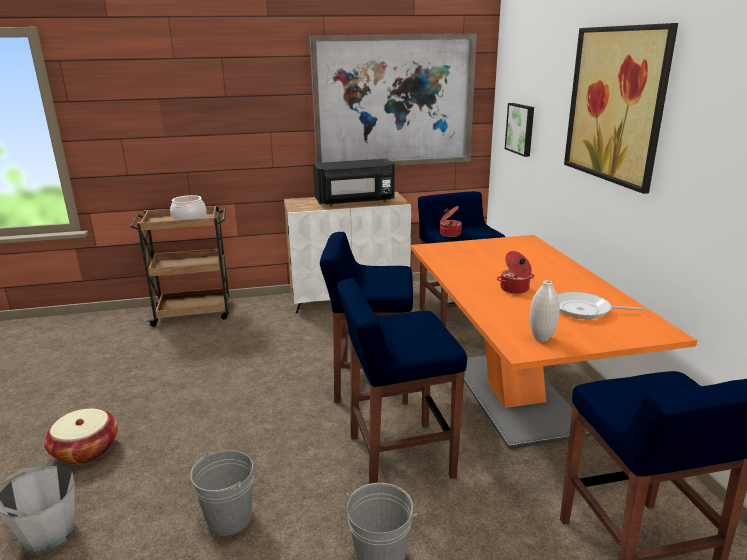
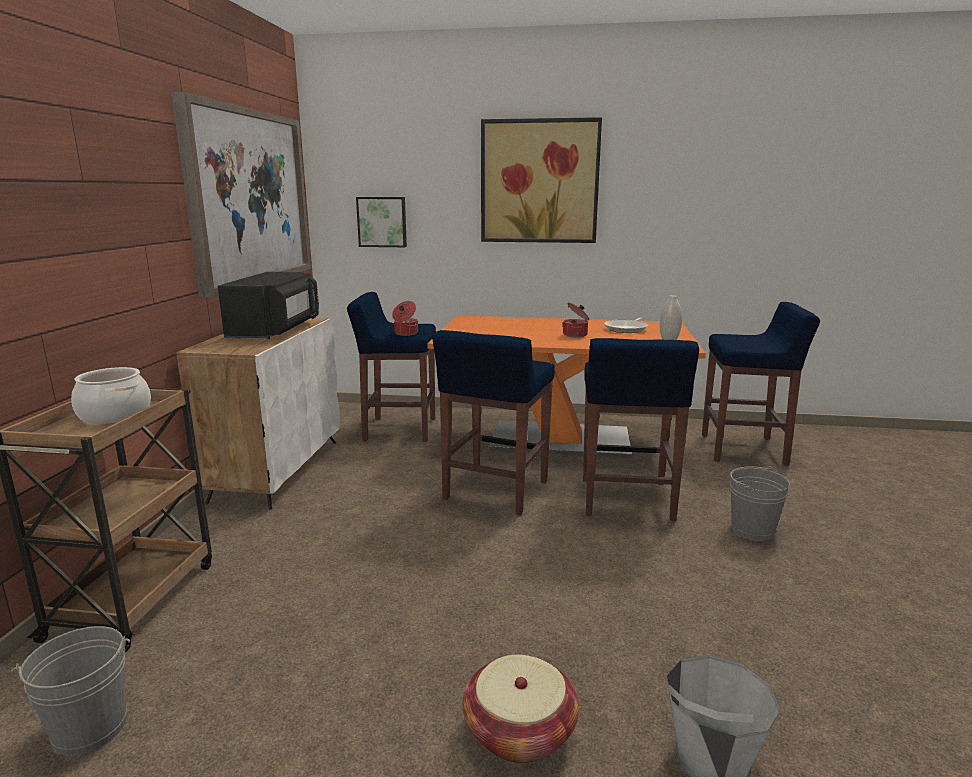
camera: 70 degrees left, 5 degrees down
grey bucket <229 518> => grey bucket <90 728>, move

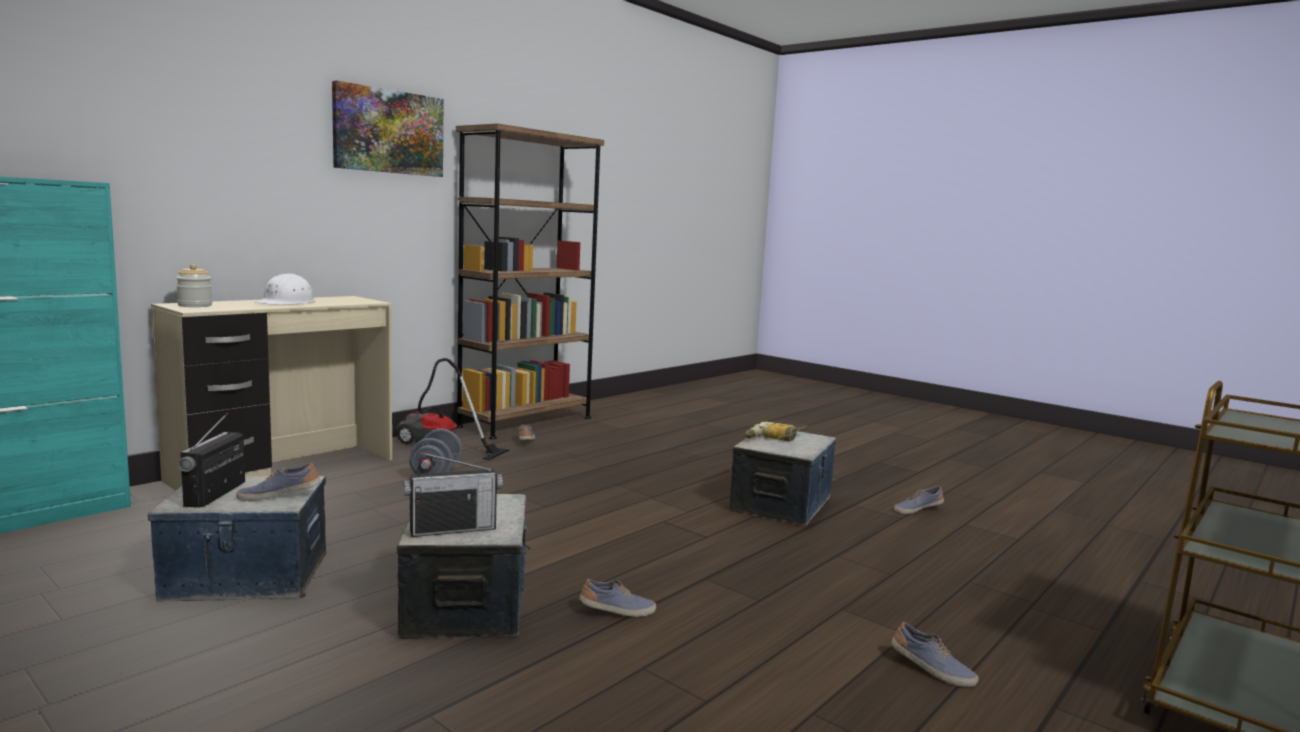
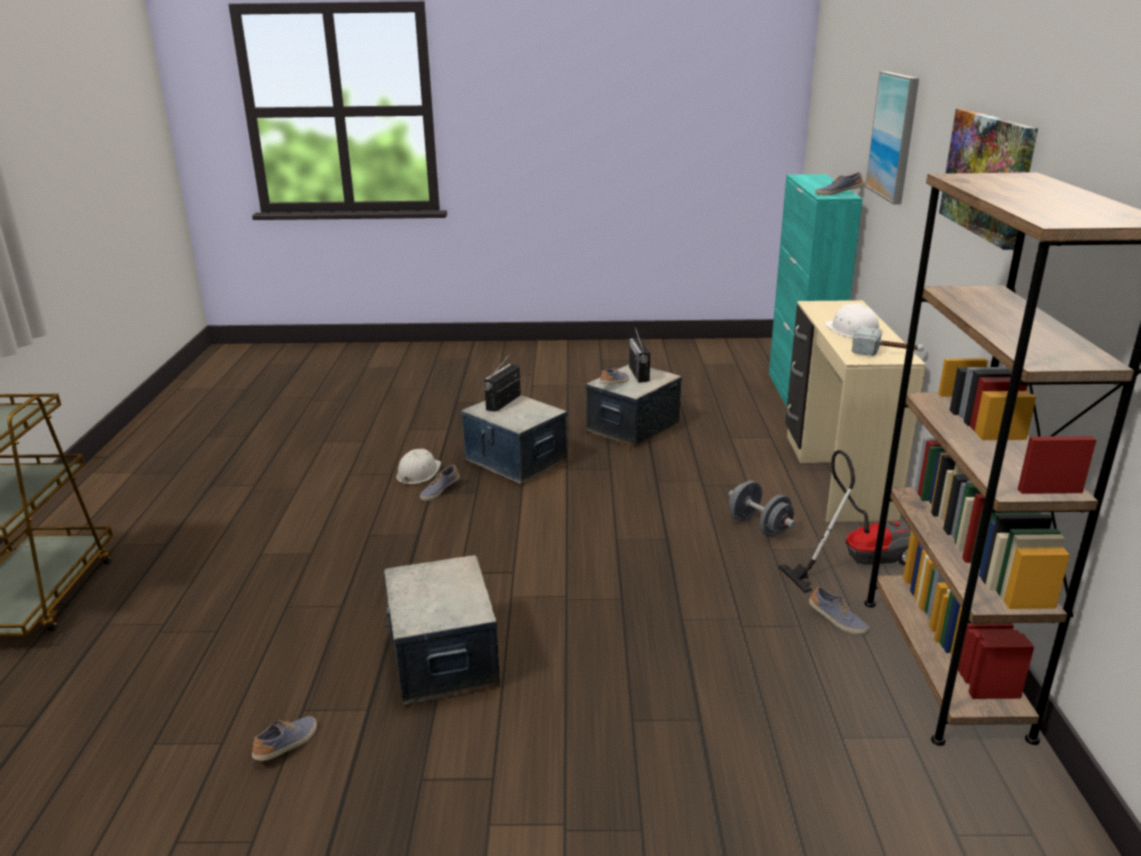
camera: 140 degrees right, 15 degrees up
jar <195 305> => nothing
radio <215 494> => radio <638 374>, 150 degrees counterclockwise
power drill <775 439> => nothing
shoe <932 670> => shoe <838 193>, move
nothing => white hard hat <418 473>
nothing => hammer <886 353>
nothing => picture <894 136>

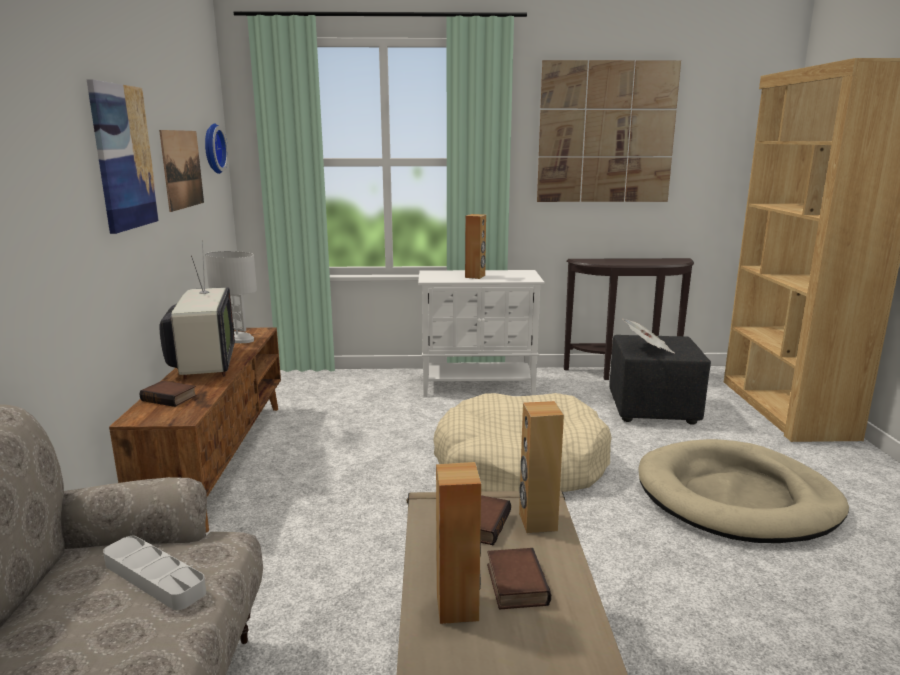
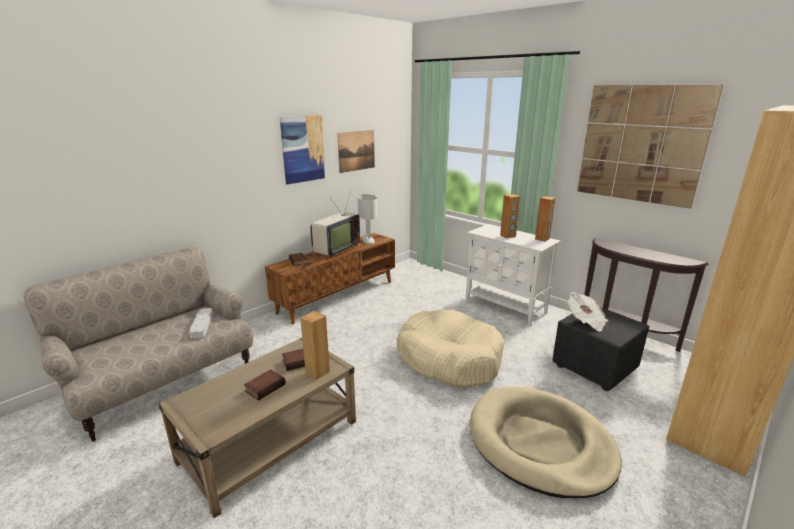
camera: 45 degrees right, 5 degrees up
wall clock <212 148> => nothing
brown speaker <458 607> => brown speaker <542 239>, move

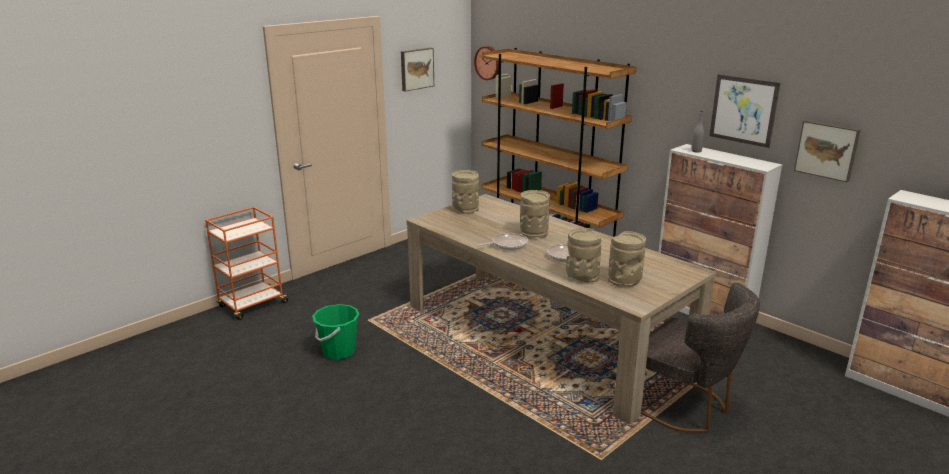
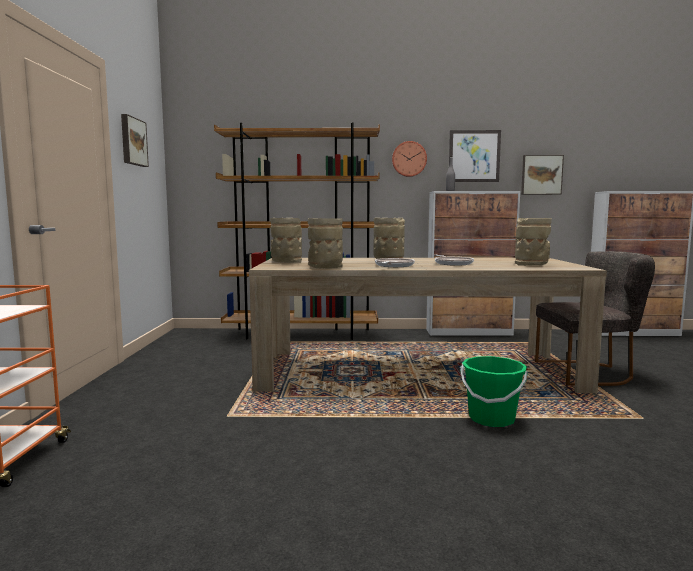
camera: 45 degrees left, 15 degrees down
green bucket <338 351> => green bucket <491 419>, move
wall clock <488 63> => wall clock <409 159>, move
beige vase <581 277> => beige vase <324 267>, move

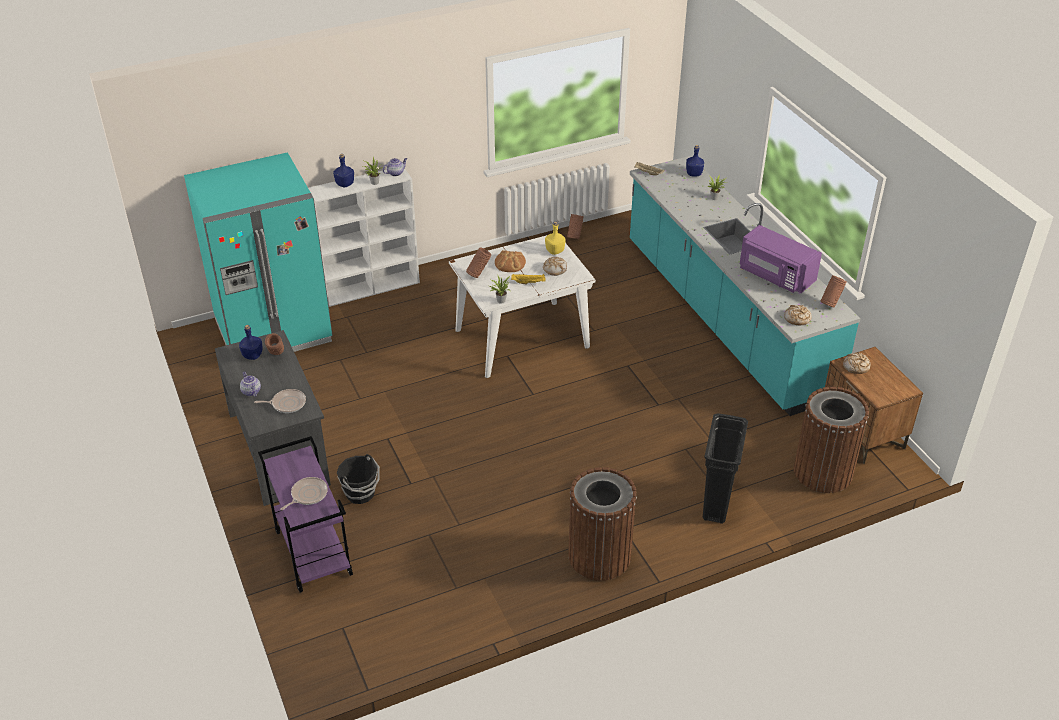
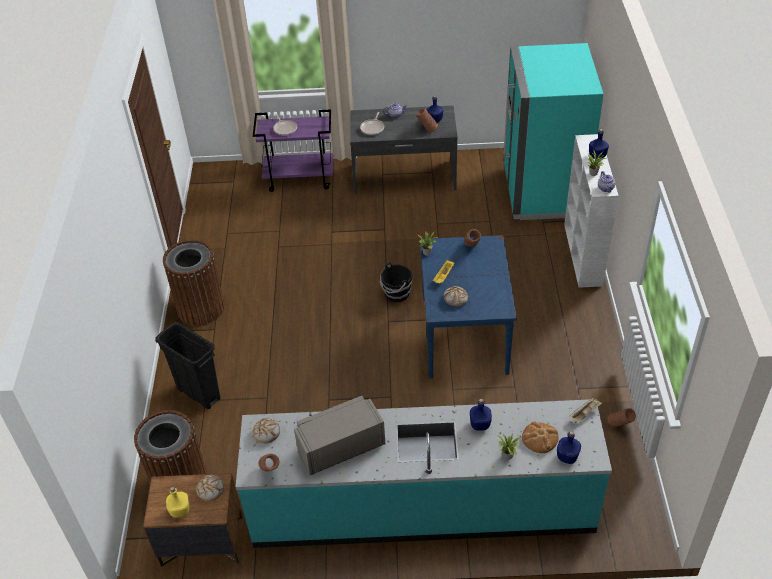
camera: 115 degrees right, 5 degrees up
black bucket <361 493> => black bucket <396 294>, move
white dining table <521 339> => blue dining table <464 334>
bread <510 263> => bread <540 438>, move
yellow bottle <554 251> => yellow bottle <180 510>, move
purple microwave <775 275> => grey microwave <340 446>
nothing => blue bottle <480 424>

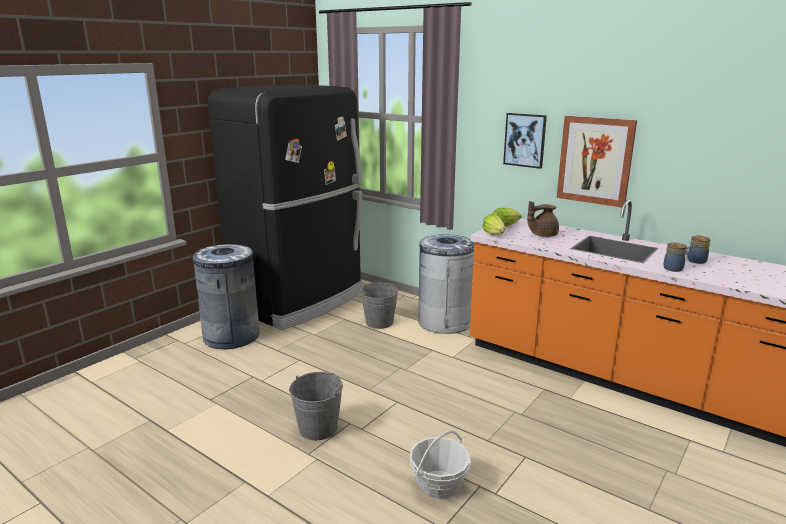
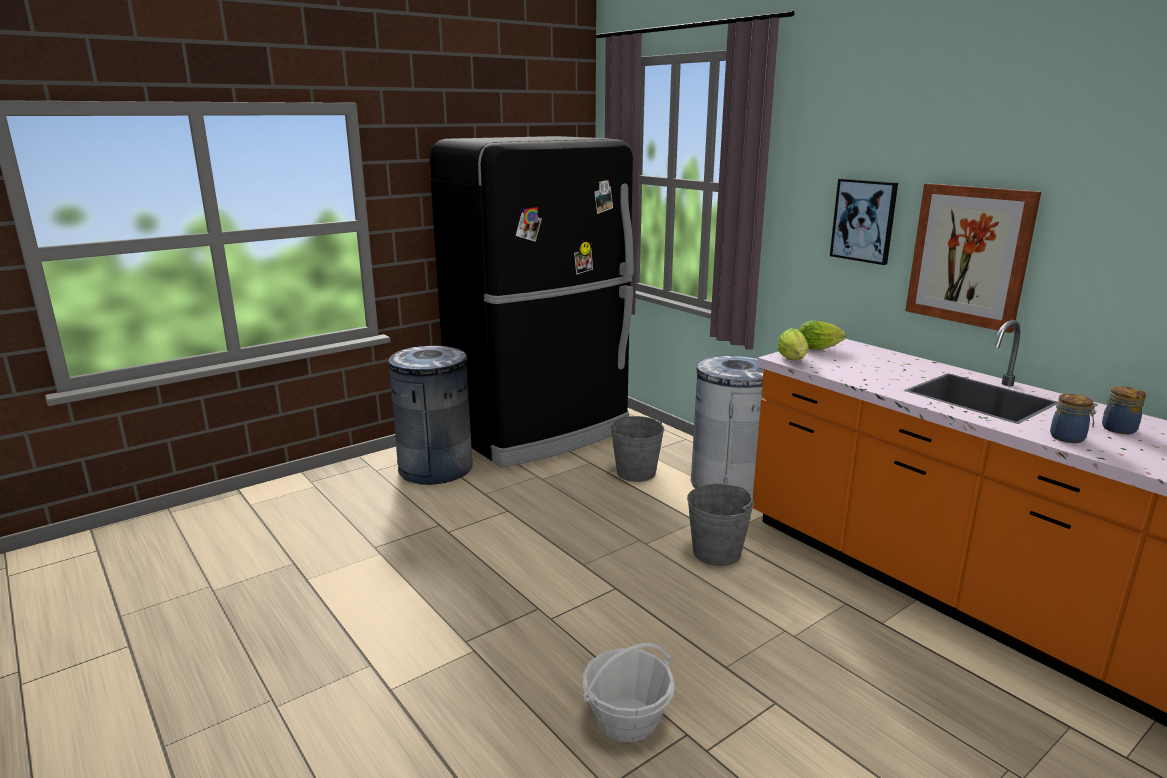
camera: 15 degrees right, 0 degrees up
grey bucket <318 428> => grey bucket <716 552>, move
brown teapot <542 235> => nothing

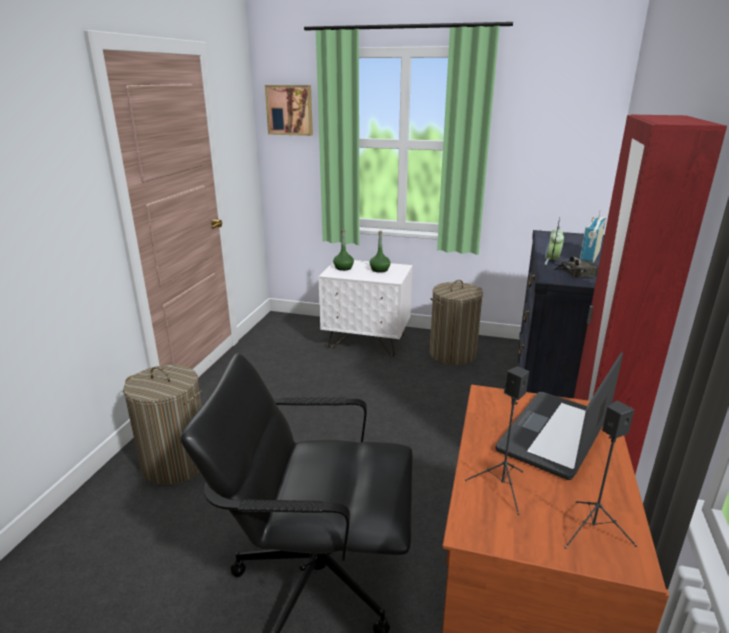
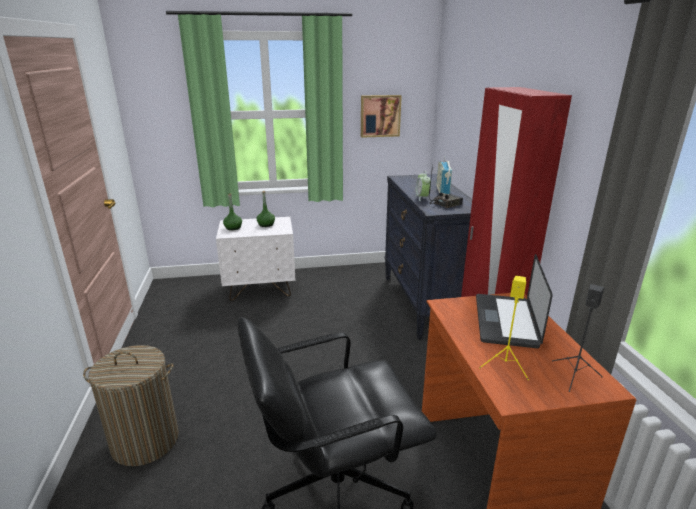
camera: 25 degrees left, 0 degrees up
picture <290 110> => picture <380 116>, move
laundry basket <452 354> => nothing
black speaker <502 488> => yellow speaker <505 366>

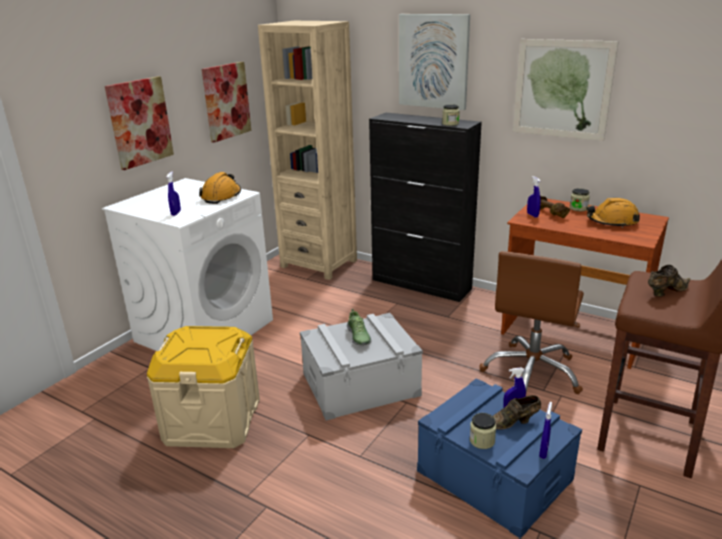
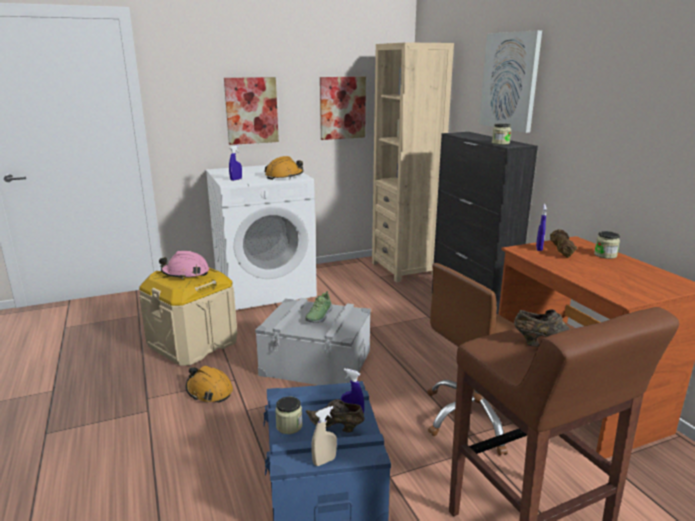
camera: 35 degrees right, 5 degrees down
picture <562 89> => nothing
blue spray bottle <543 452> => beige spray bottle <324 461>
orange hard hat <612 222> => orange hard hat <209 391>, move
nothing => pink hard hat <185 273>

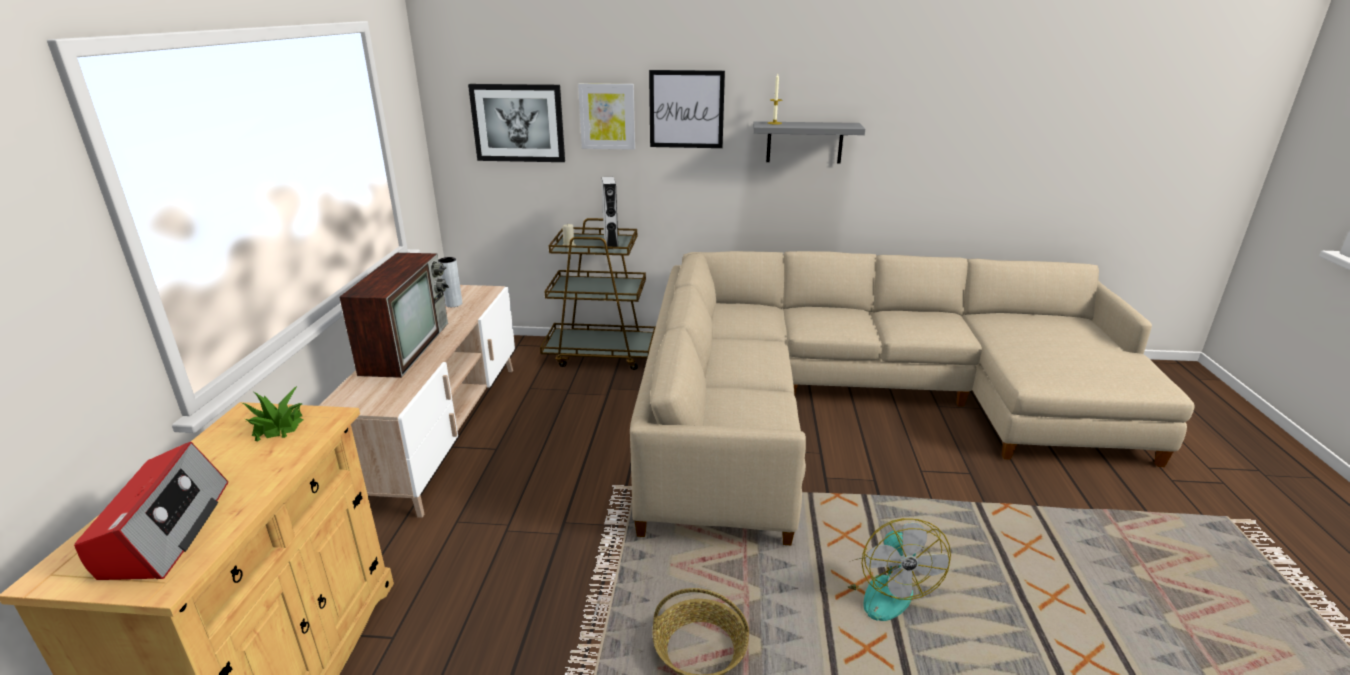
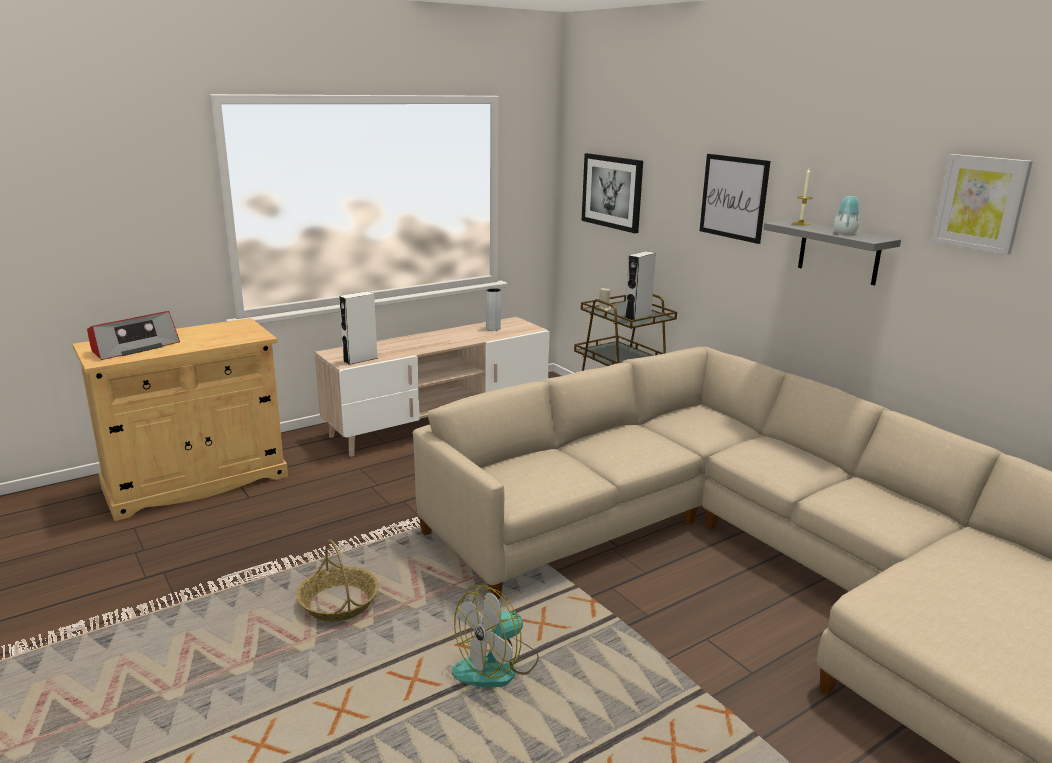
camera: 50 degrees right, 5 degrees down
potted plant <277 427> => nothing
television <406 346> => nothing
picture <607 116> => picture <981 203>, move
nothing => white speaker <360 359>
nothing => vase <844 233>

